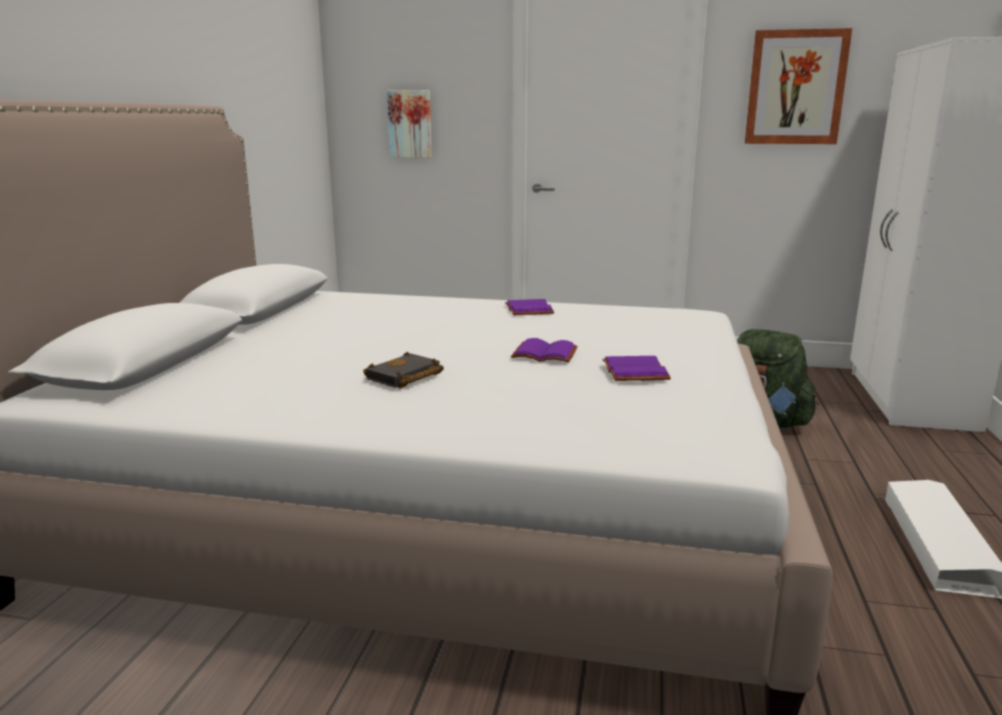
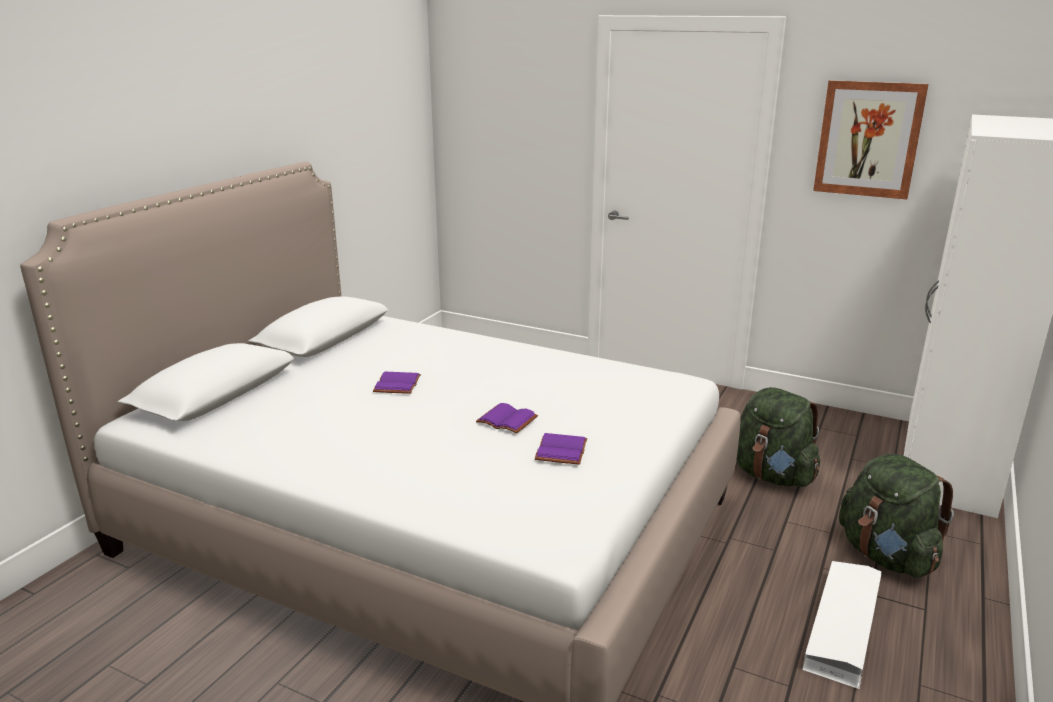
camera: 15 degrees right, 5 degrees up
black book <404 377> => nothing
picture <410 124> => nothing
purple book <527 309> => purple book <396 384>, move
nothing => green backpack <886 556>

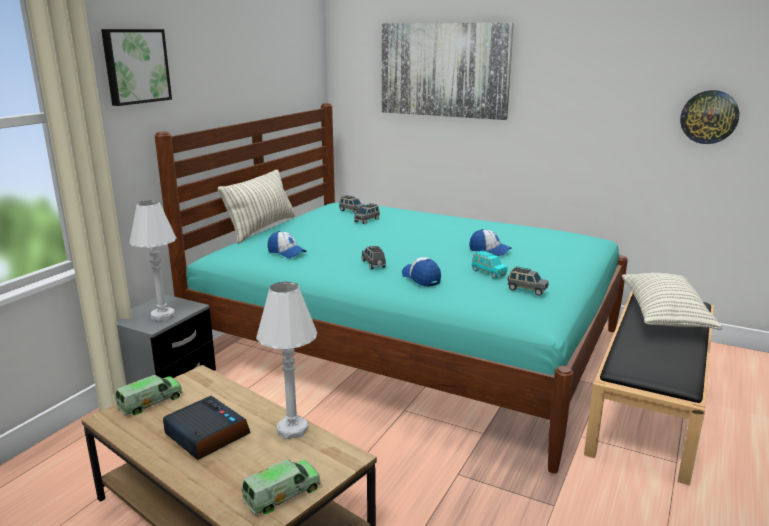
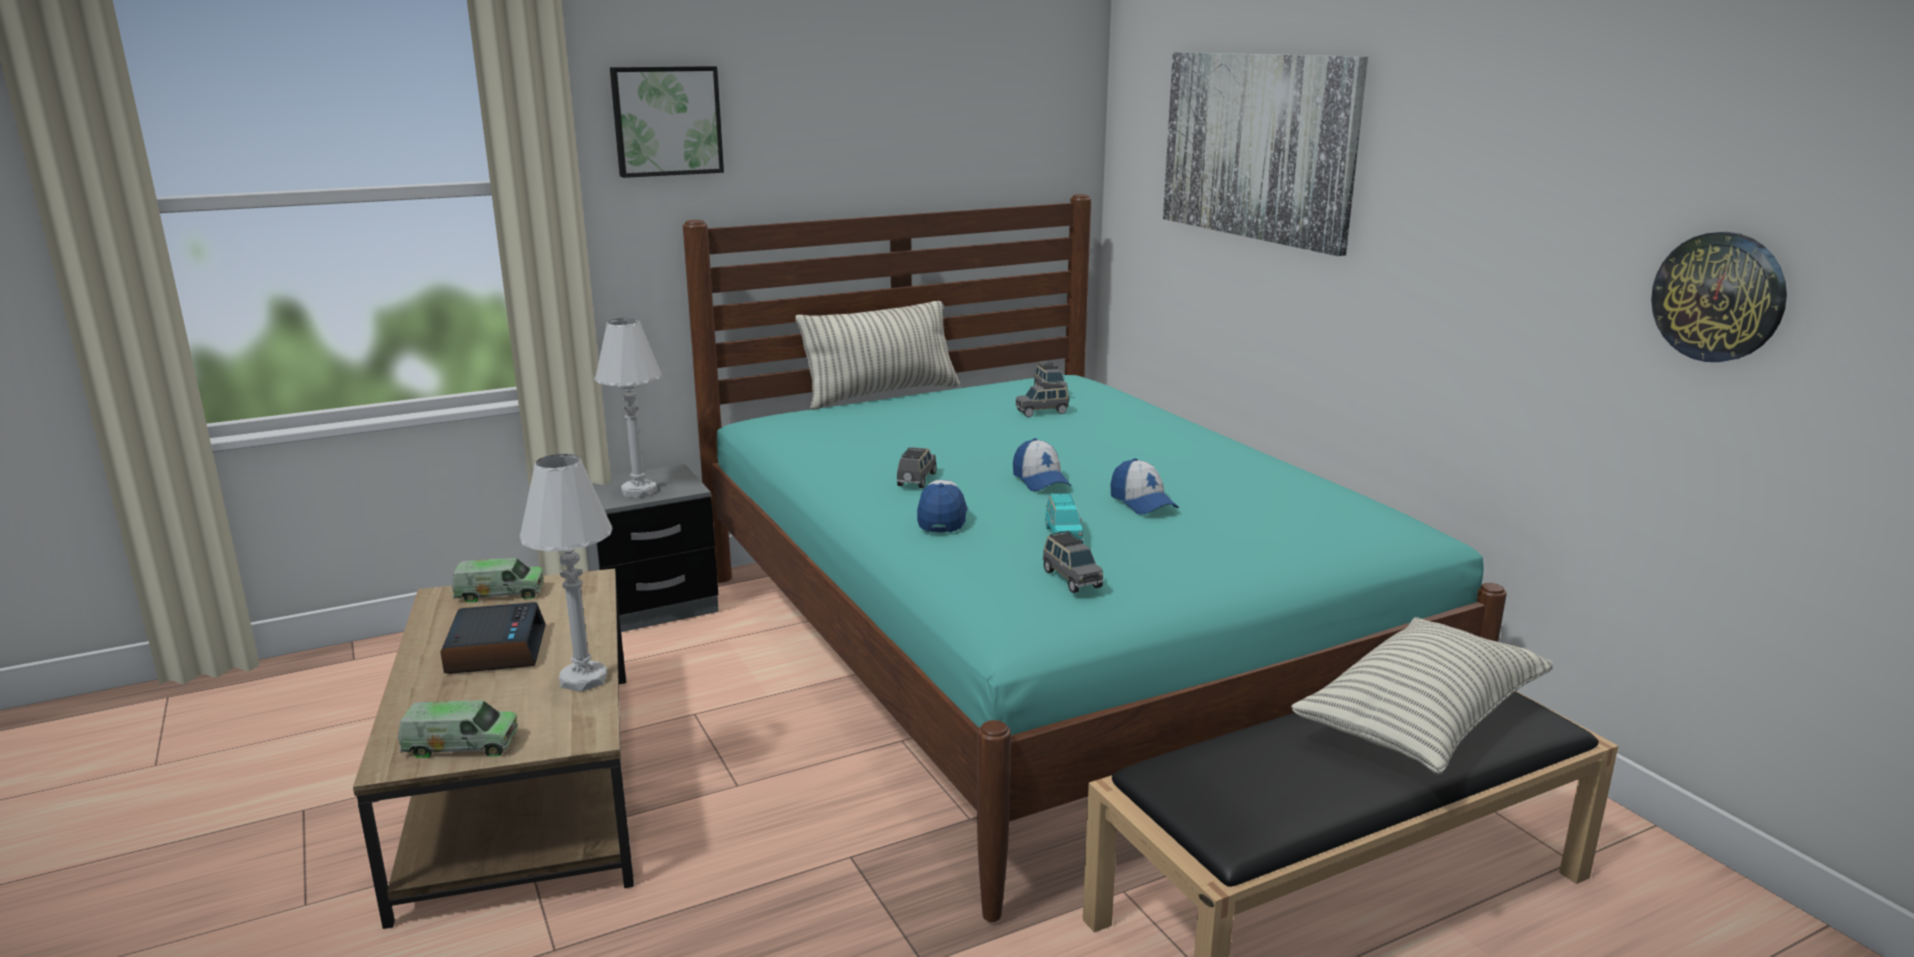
camera: 35 degrees right, 0 degrees up
cap <286 253> => cap <1040 481>, move

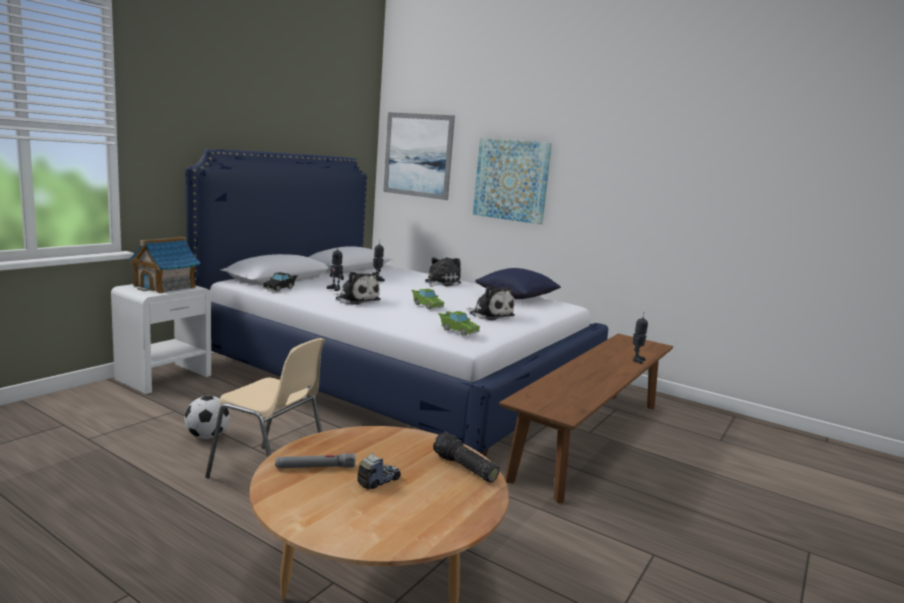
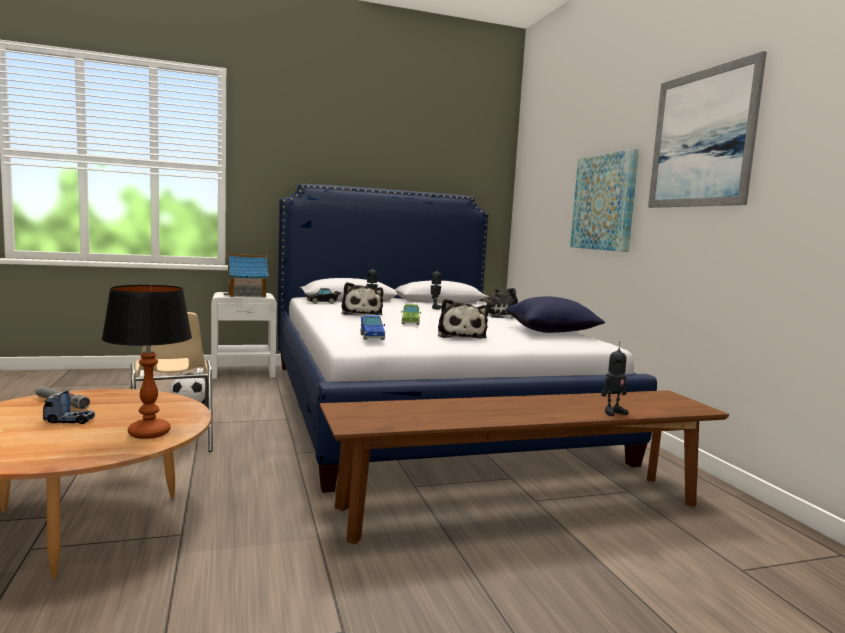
camera: 40 degrees right, 5 degrees down
picture <418 155> => picture <701 139>, move
flashlight <463 468> => table lamp <150 433>
green toy car <457 330> => blue toy car <372 336>

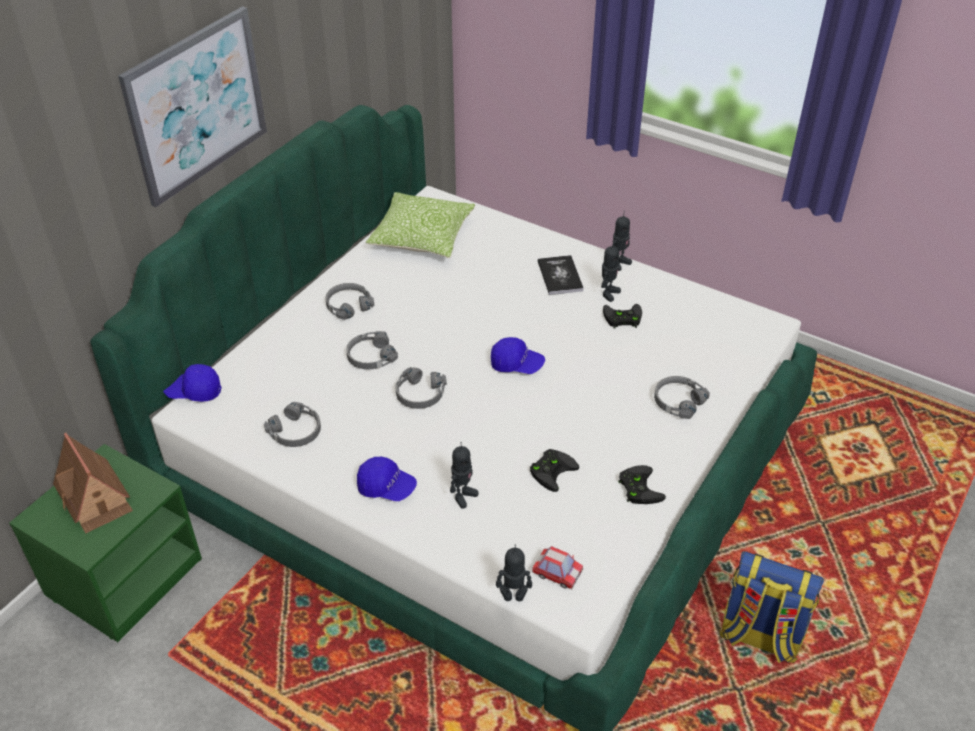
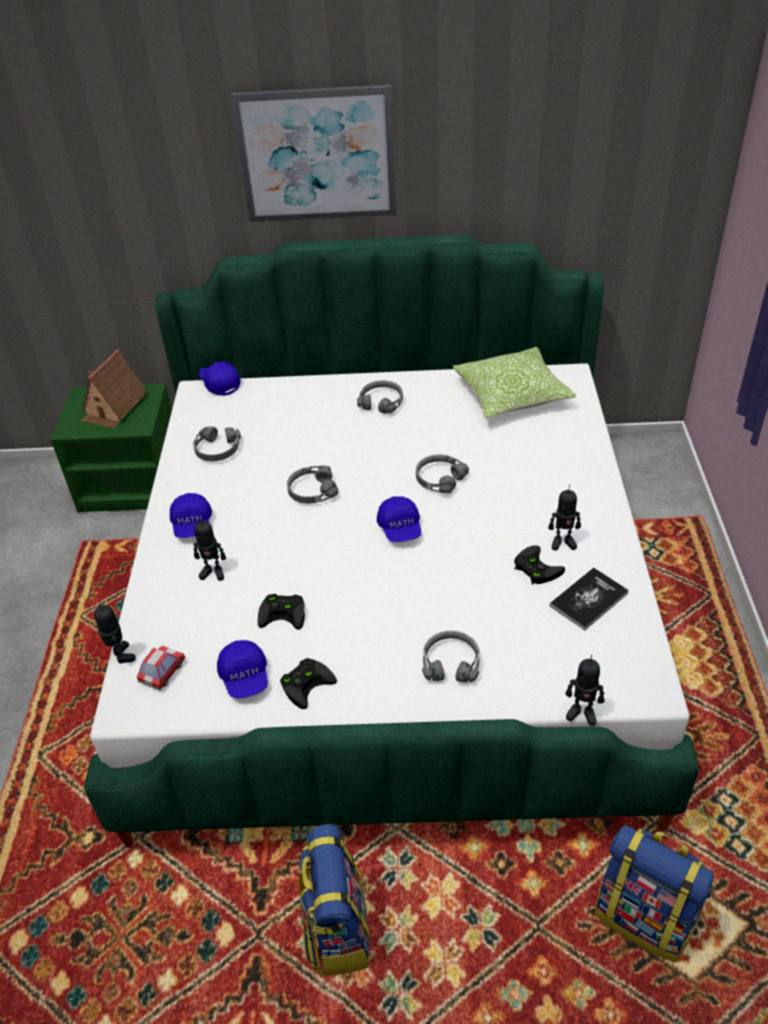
camera: 60 degrees right, 0 degrees up
grey headphones <370 356> => grey headphones <439 478>, move
toy car <557 573> => toy car <163 672>, 150 degrees counterclockwise
book <560 276> => book <588 599>, move
toy robot <619 263> => toy robot <582 713>, move
nothing => blue cap <245 677>
nothing => backpack <645 917>

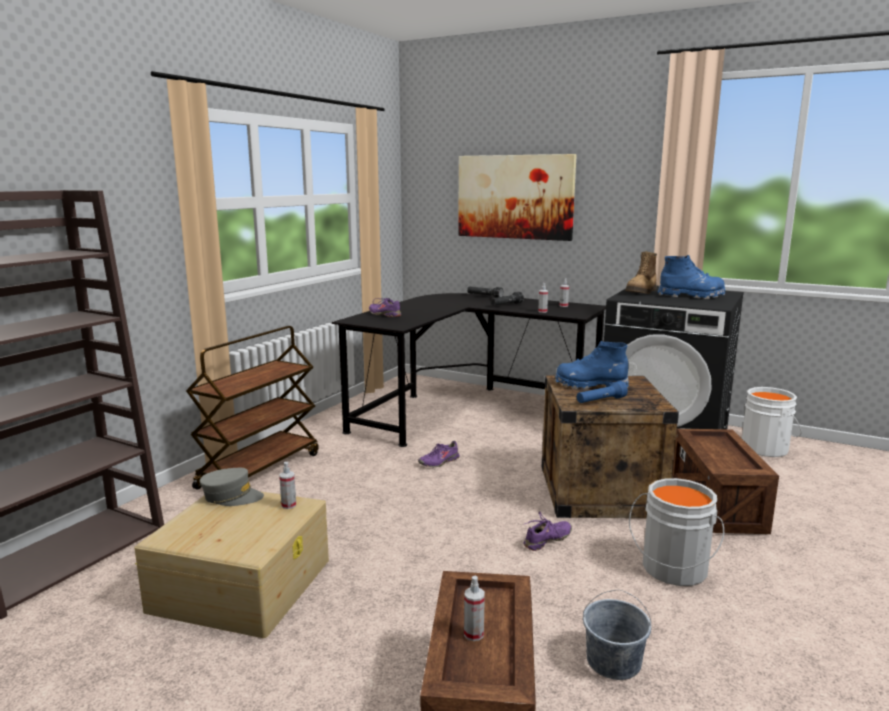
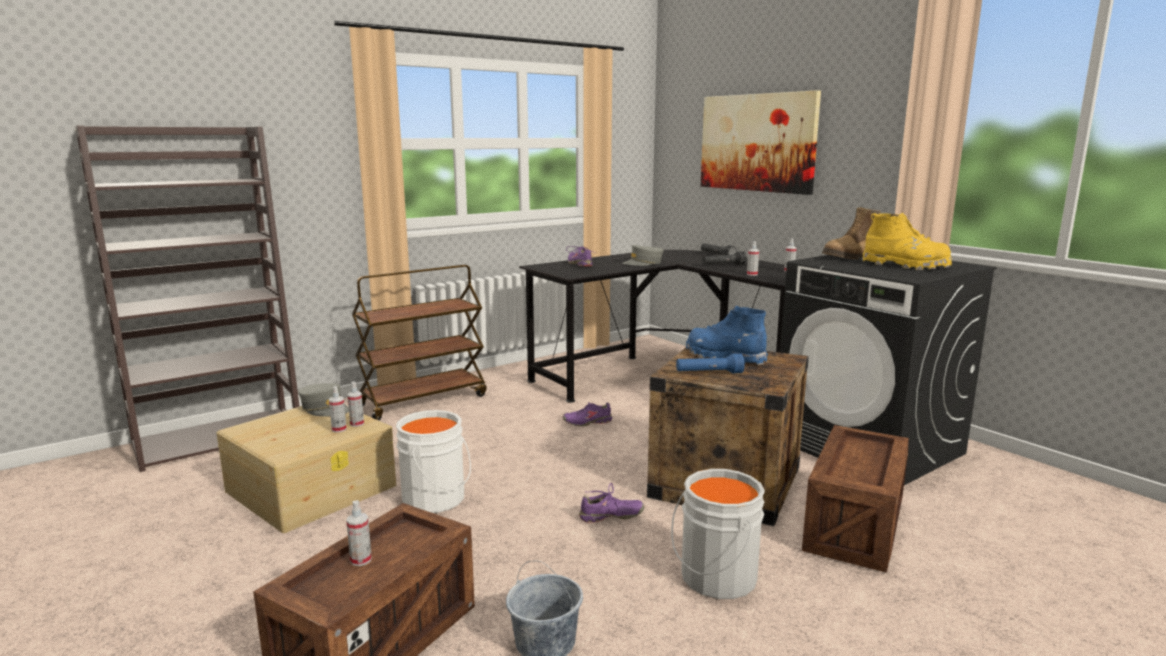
camera: 25 degrees right, 0 degrees up
blue boot <691 296> => yellow boot <905 266>
white bucket <766 448> => white bucket <437 499>, move
nothing => spray bottle <339 429>
nothing => grey cap <643 263>

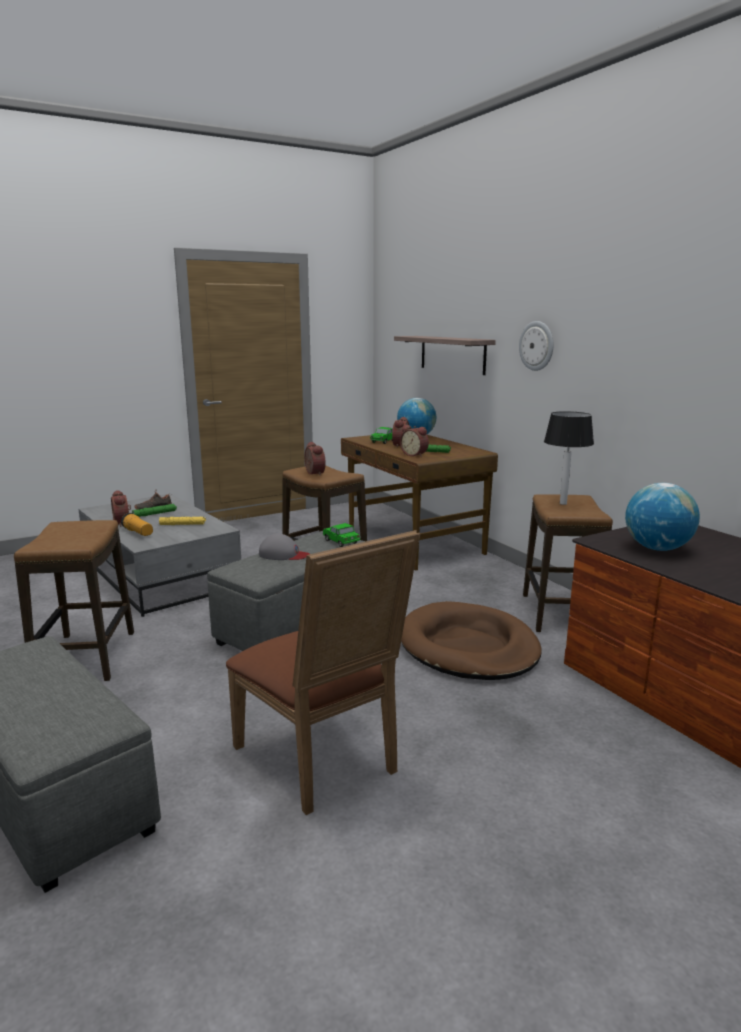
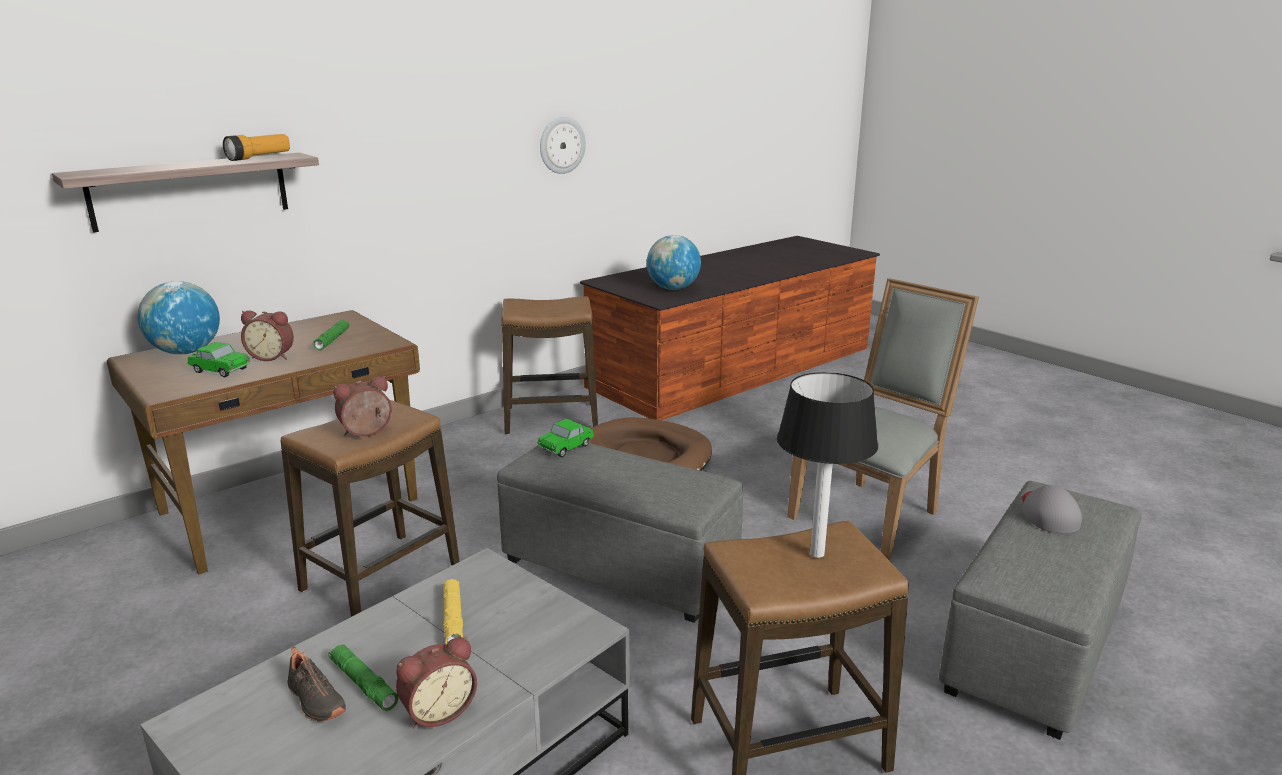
camera: 100 degrees left, 5 degrees up
flashlight <138 533> => flashlight <259 157>, move
brown chair <323 761> => grey chair <871 514>
grey cap <283 554> => grey cap <1048 514>, move
alarm clock <415 455> => nothing
wall clock <537 346> => wall clock <561 145>, move
table lamp <562 503> => table lamp <818 554>, move

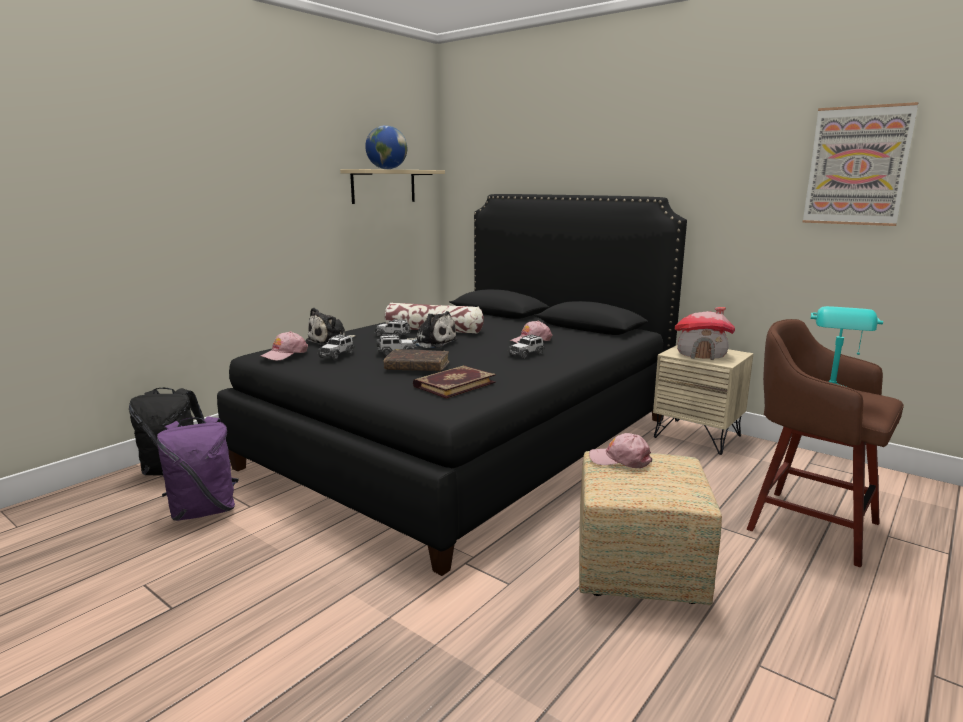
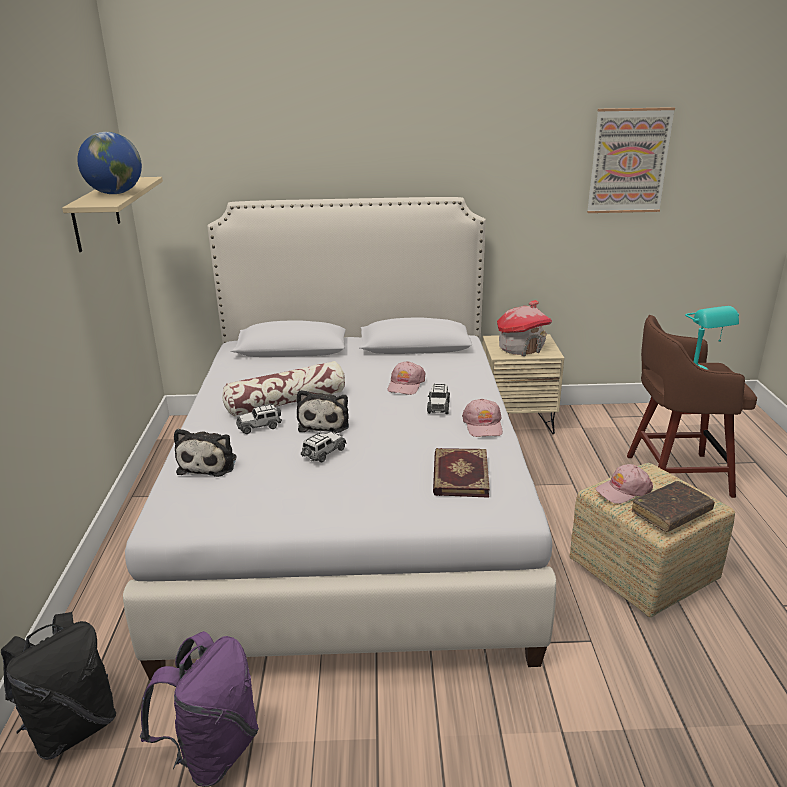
camera: 40 degrees left, 10 degrees up
black bed <468 441> => white bed <351 510>
pink cap <284 354> => pink cap <483 425>, move
toy car <337 355> => nothing
brown book <417 367> => brown book <671 513>, move
plush toy <432 342> => plush toy <325 422>, 105 degrees clockwise

